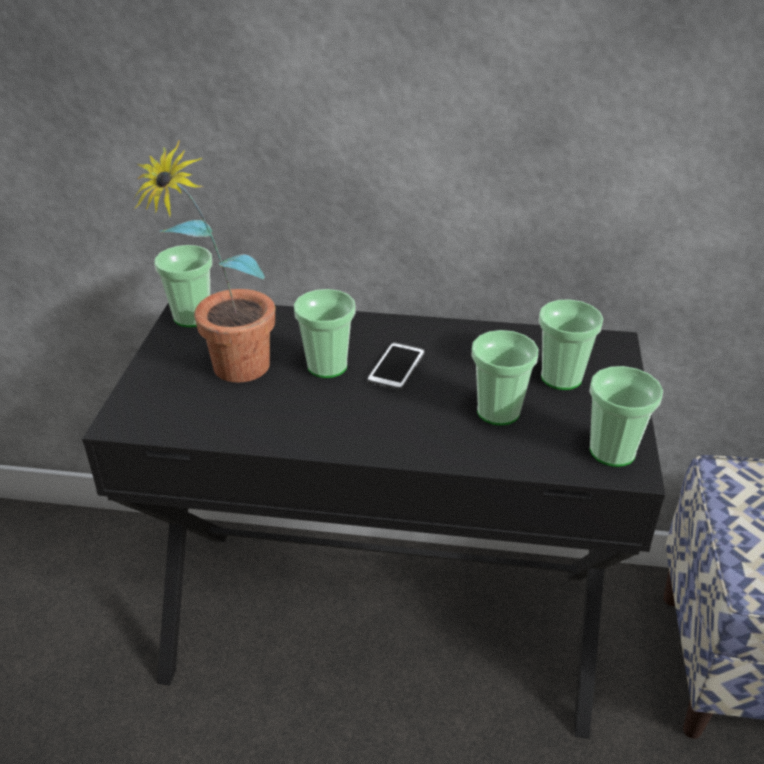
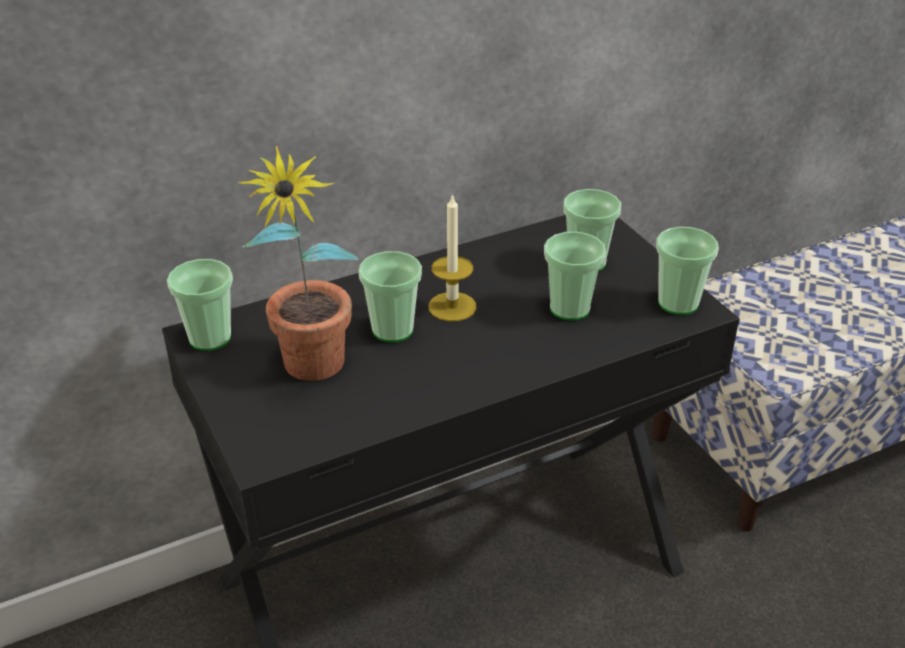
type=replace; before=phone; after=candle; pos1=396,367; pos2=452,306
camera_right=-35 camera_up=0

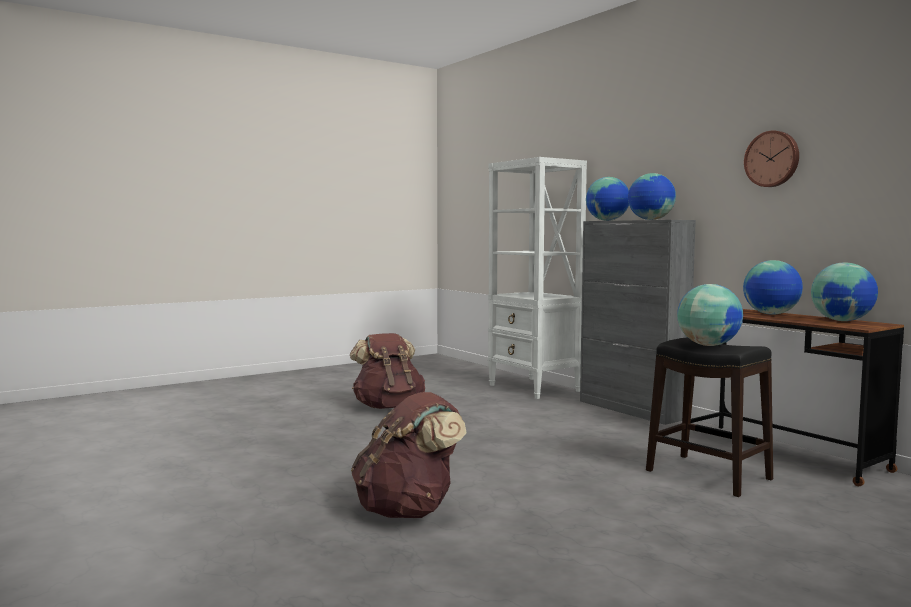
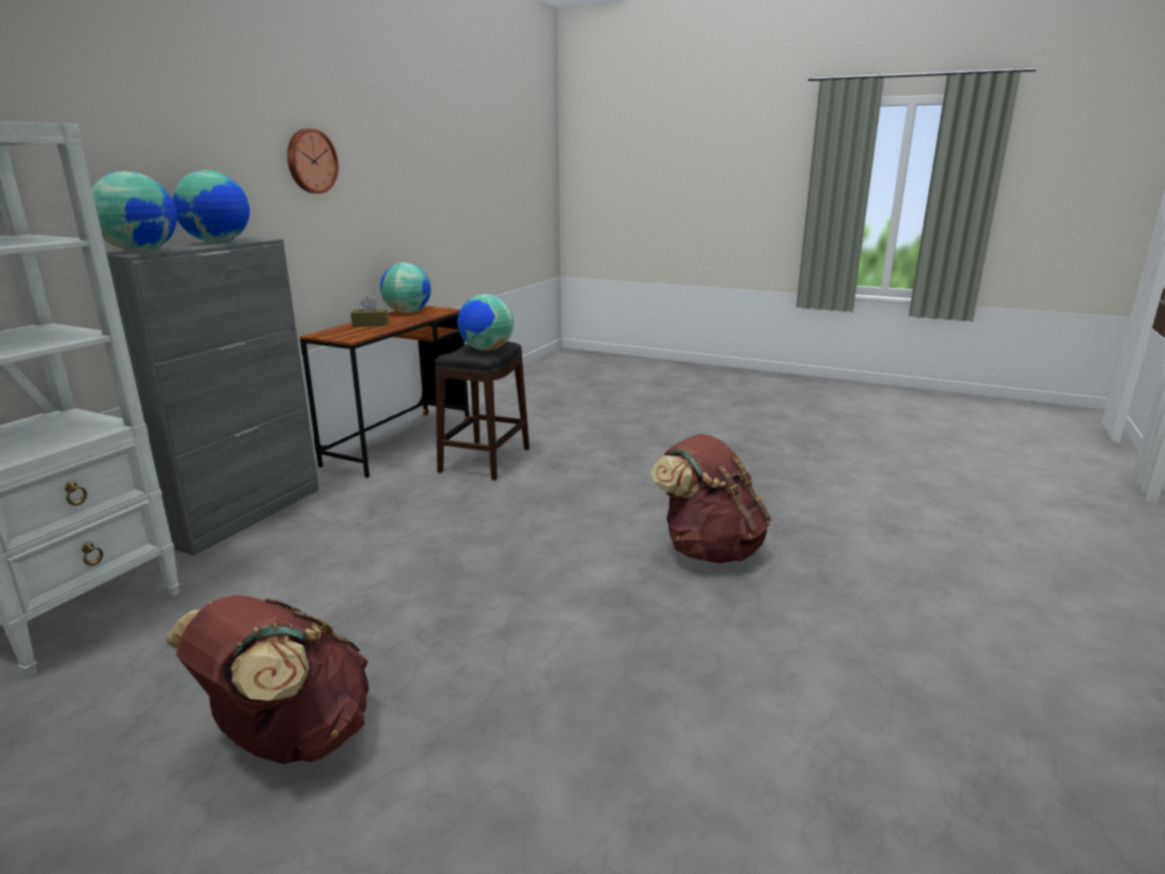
type=replace; before=world globe; after=brown-coloured box of tissues; pos1=771,314; pos2=370,324
camera_right=-120 camera_up=15

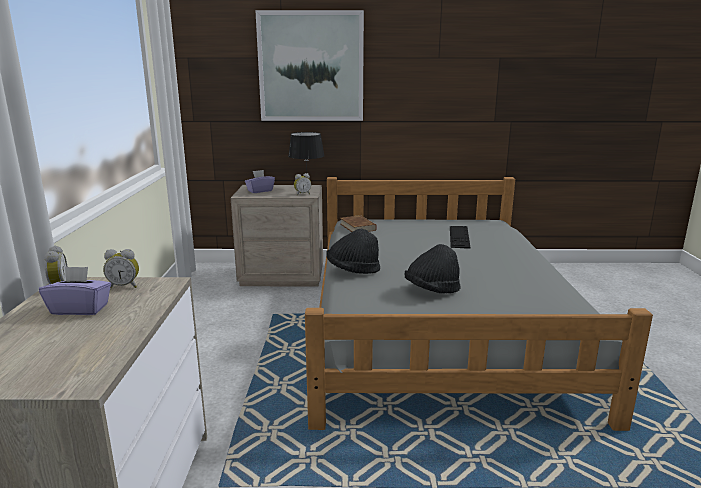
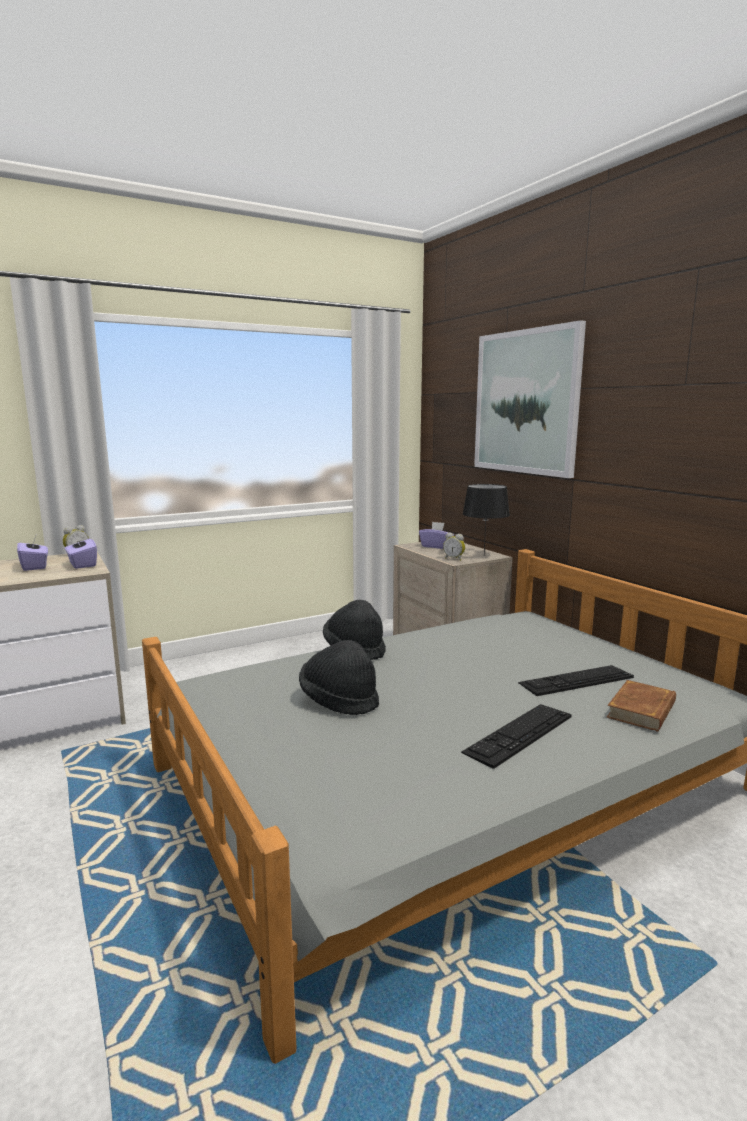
type=replace; before=alarm clock; after=purple-coloured box of tissues; pos1=124,286; pos2=82,564
type=insert; after=computer keyboard; pos2=519,733
type=move; before=brown-coloured volume; pos1=358,227; pos2=642,710
camera_right=60 camera_up=-5

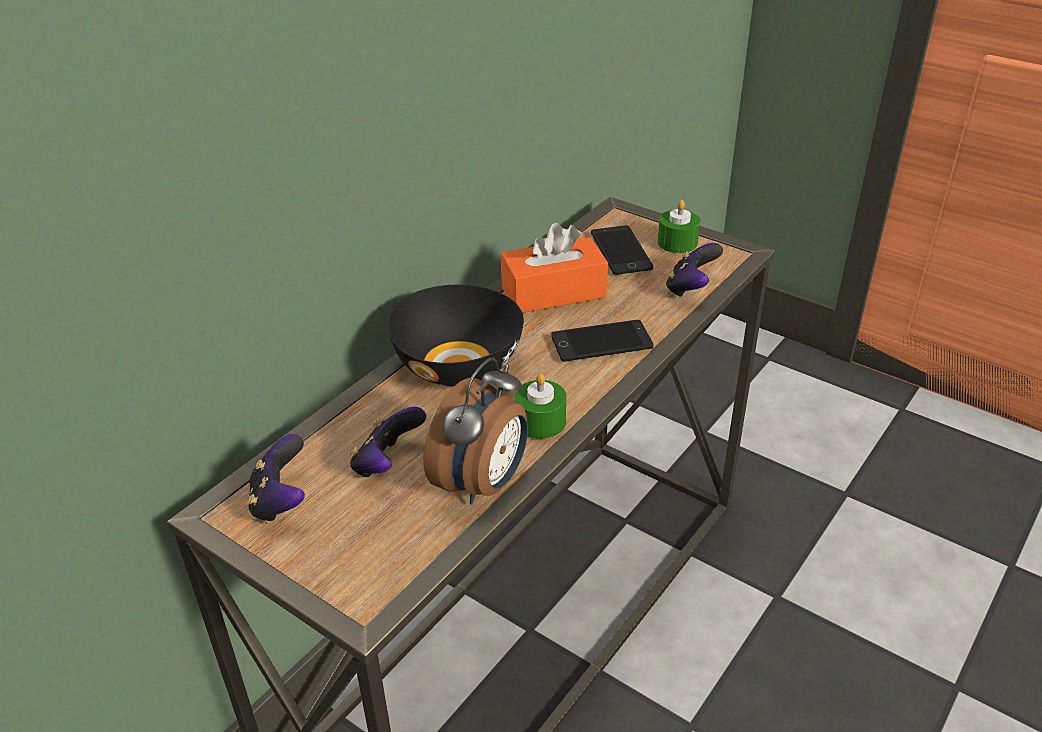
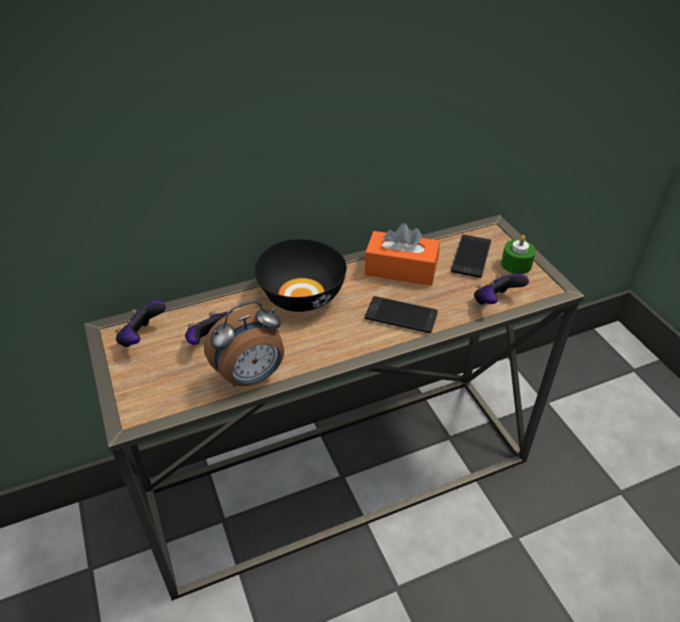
type=delete; before=greenish candle; pos1=540,421
camera_right=30 camera_up=5

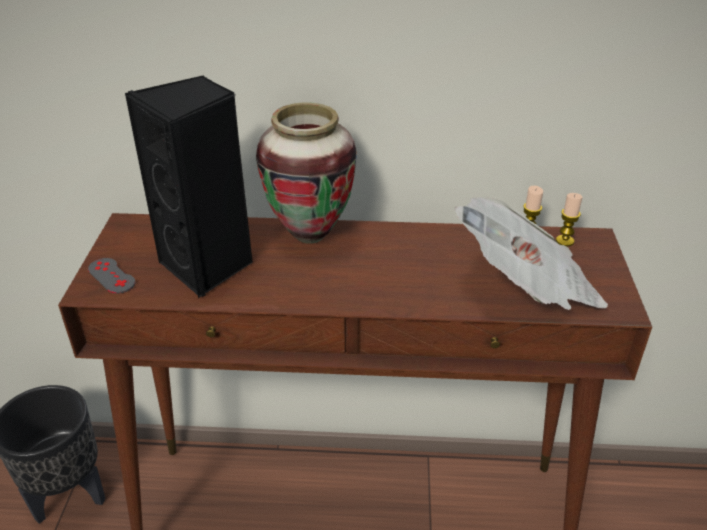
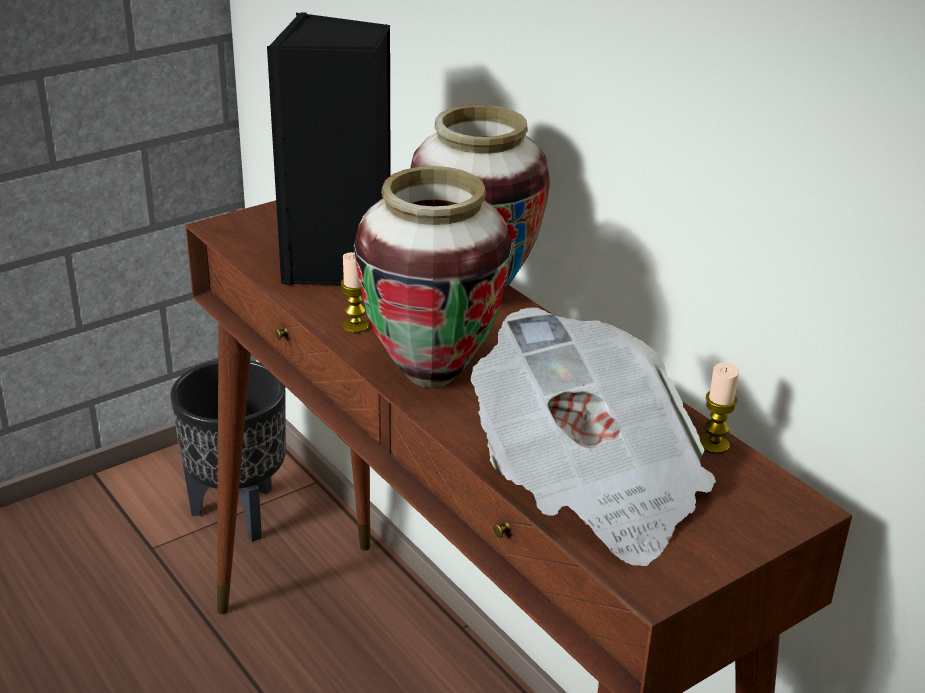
type=move; before=candle; pos1=564,241; pos2=355,326
type=insert; after=flower vase; pos2=432,374
type=delete; before=gray gamepad; pos1=111,276
camera_right=50 camera_up=-5

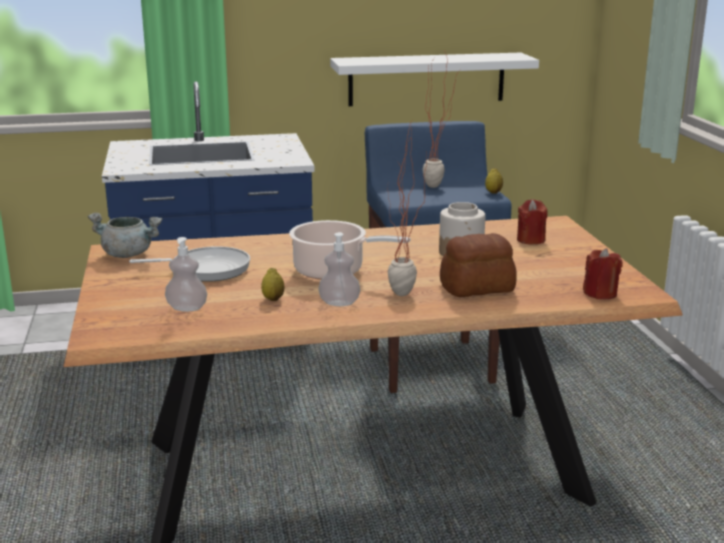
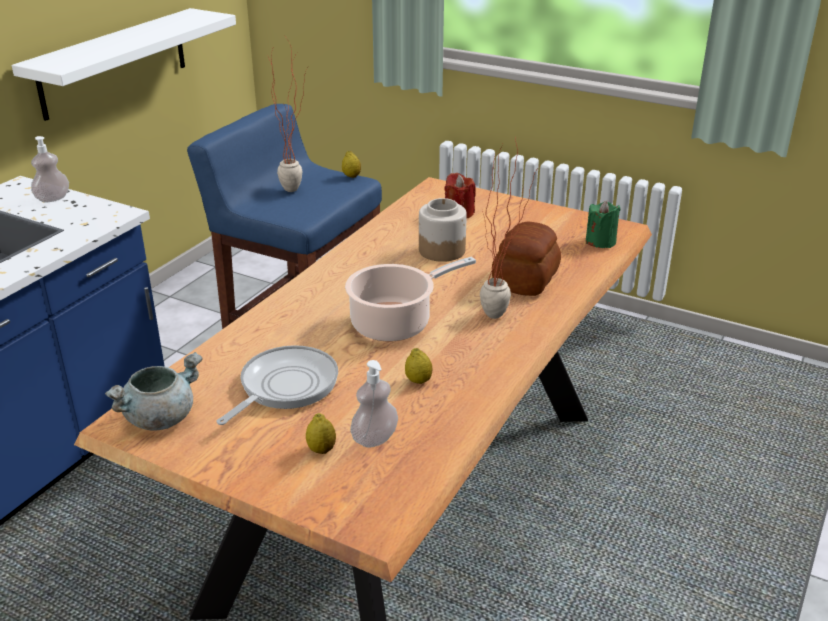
type=move; before=liquid soap bottle; pos1=339,303; pos2=53,199
type=insert; after=whole lemon; pos2=321,449
type=recolor; before=red-coloured candle; after=greenish candle; pos1=600,293; pos2=600,242
camera_right=-50 camera_up=10

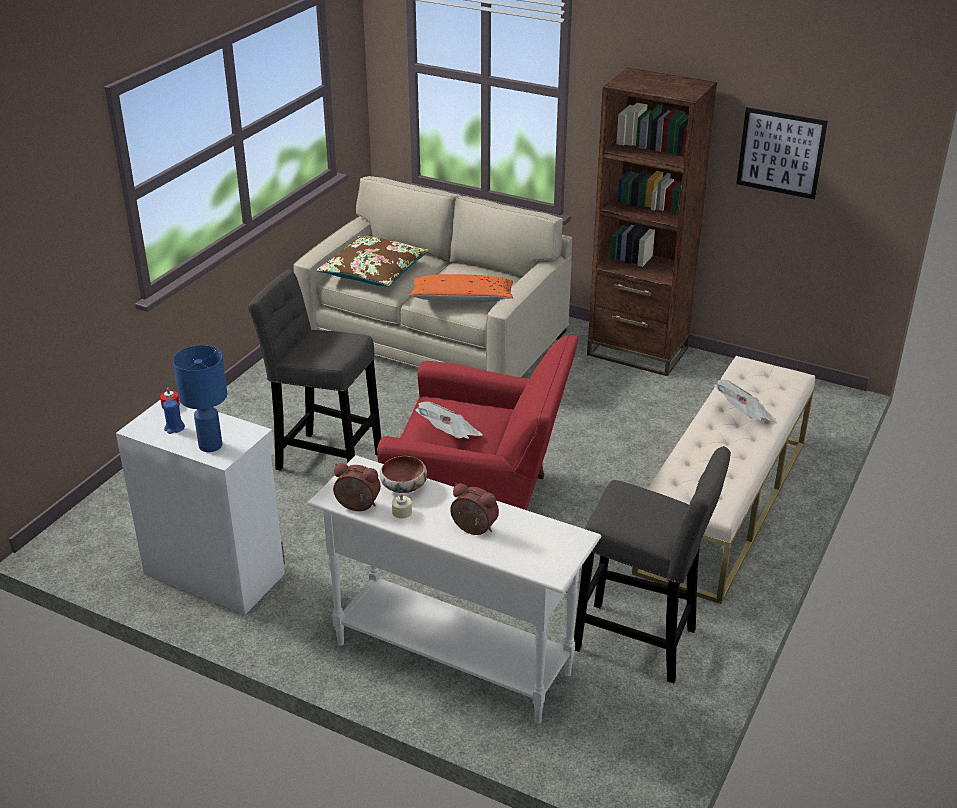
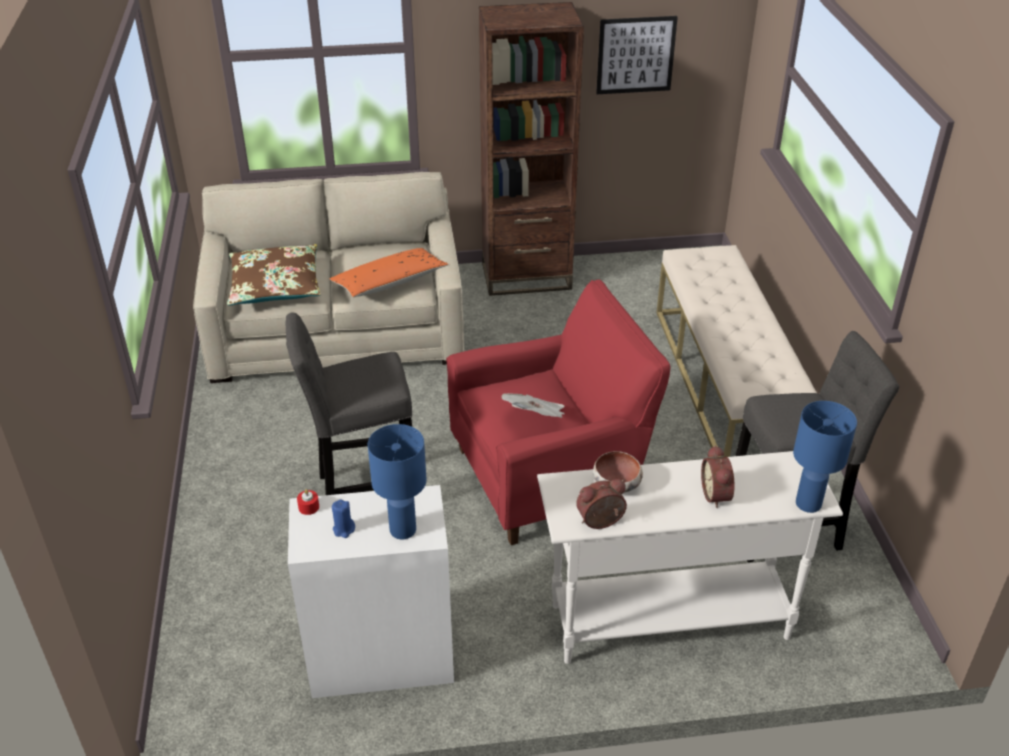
type=rotate; before=alarm clock; pos1=473,529; pos2=717,495; turn=-90
type=insert; after=bluish table lamp; pos2=808,503
type=delete; before=beige candle; pos1=402,512
type=delete; before=printed paper; pos1=743,415
camera_right=-35 camera_up=5

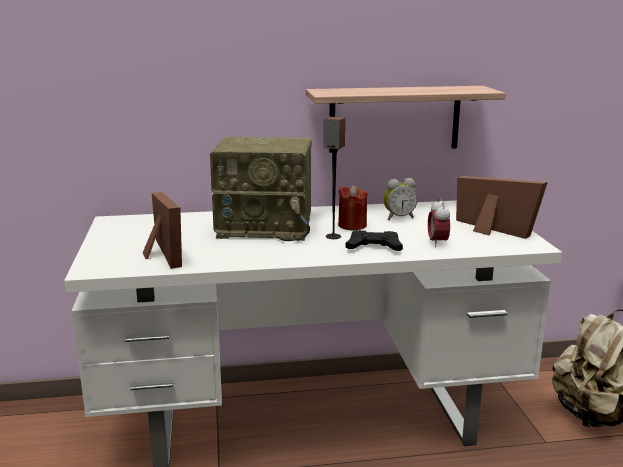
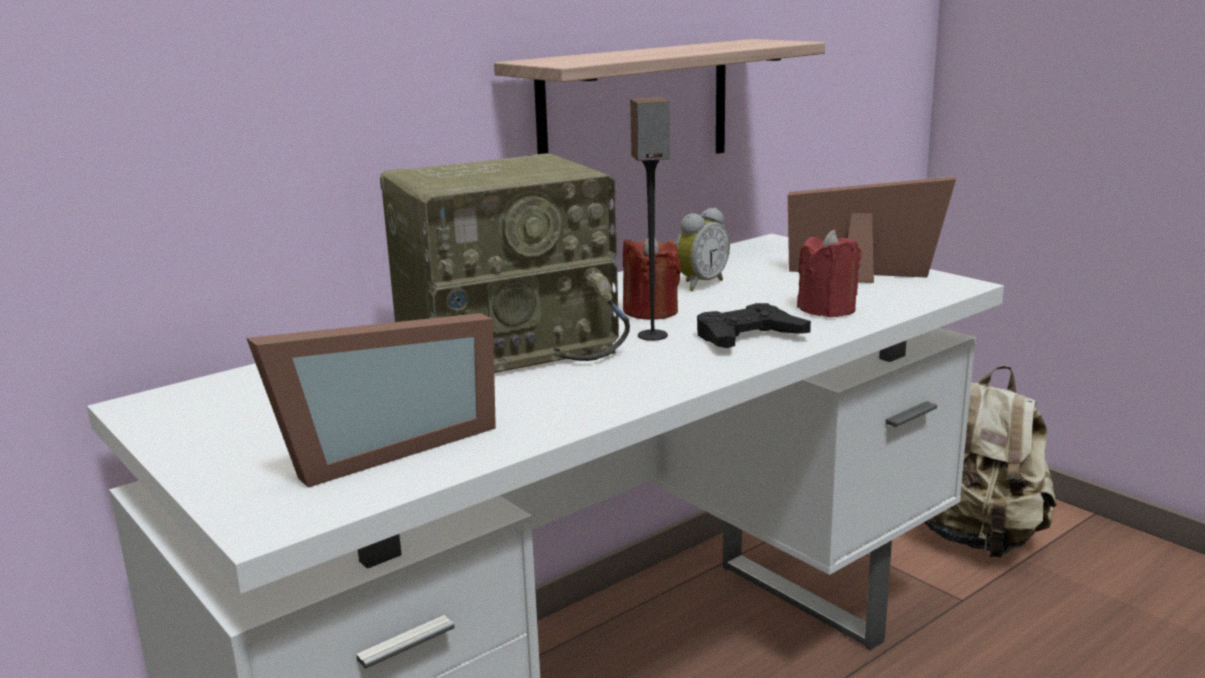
type=rotate; before=photo frame; pos1=159,255; pos2=380,448; turn=105
type=replace; before=alarm clock; after=red-coloured candle; pos1=437,243; pos2=827,309
camera_right=-30 camera_up=0

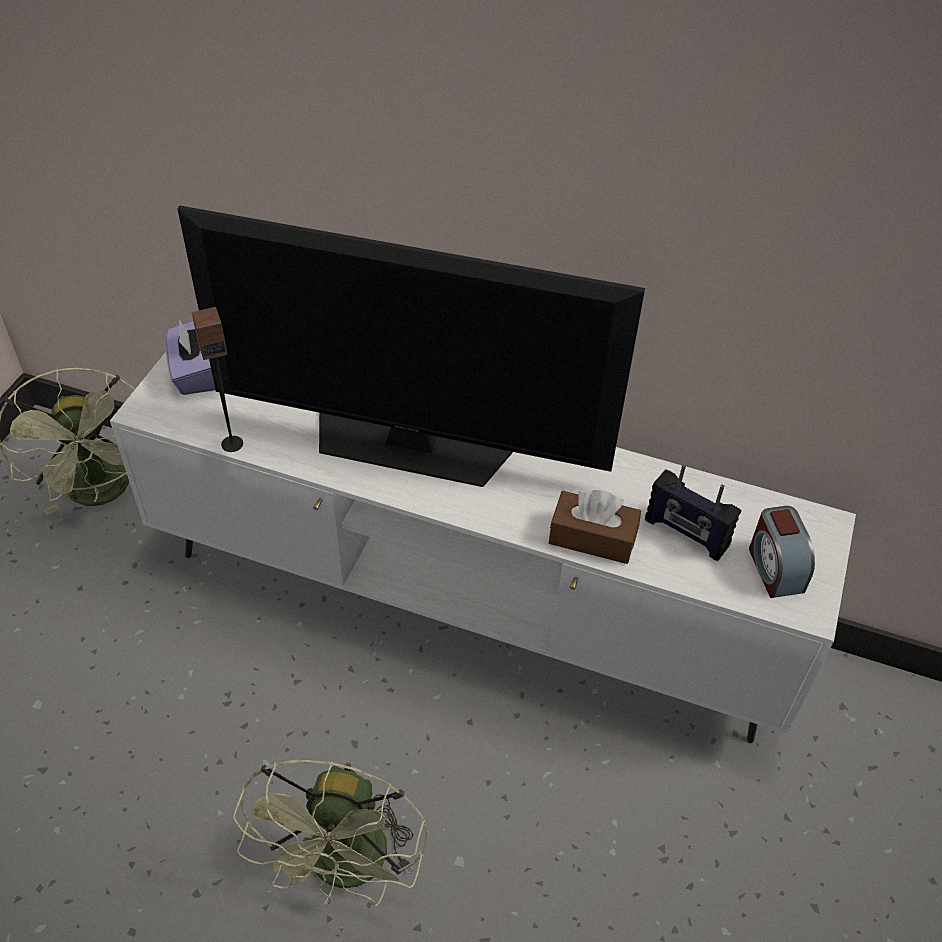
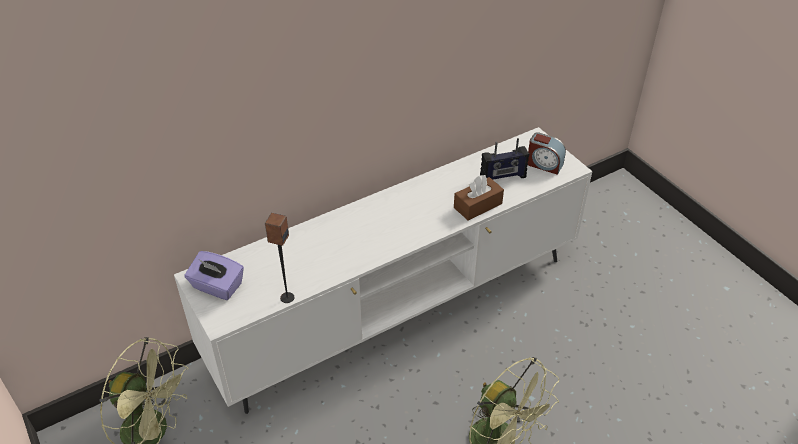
type=delete; before=television; pos1=411,444
camera_right=-50 camera_up=-5

